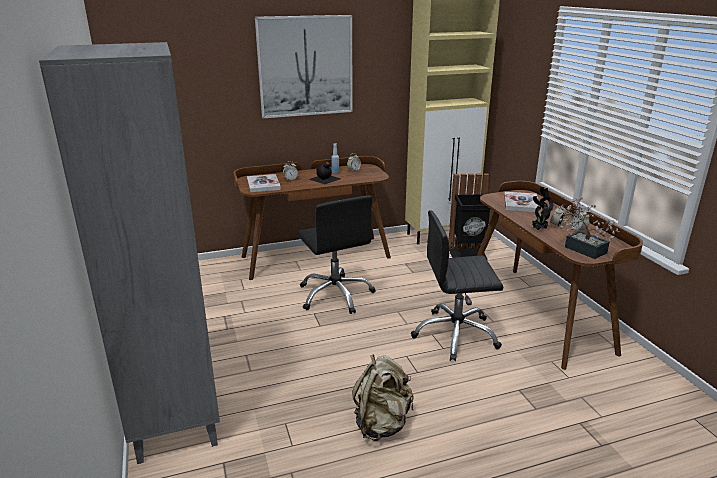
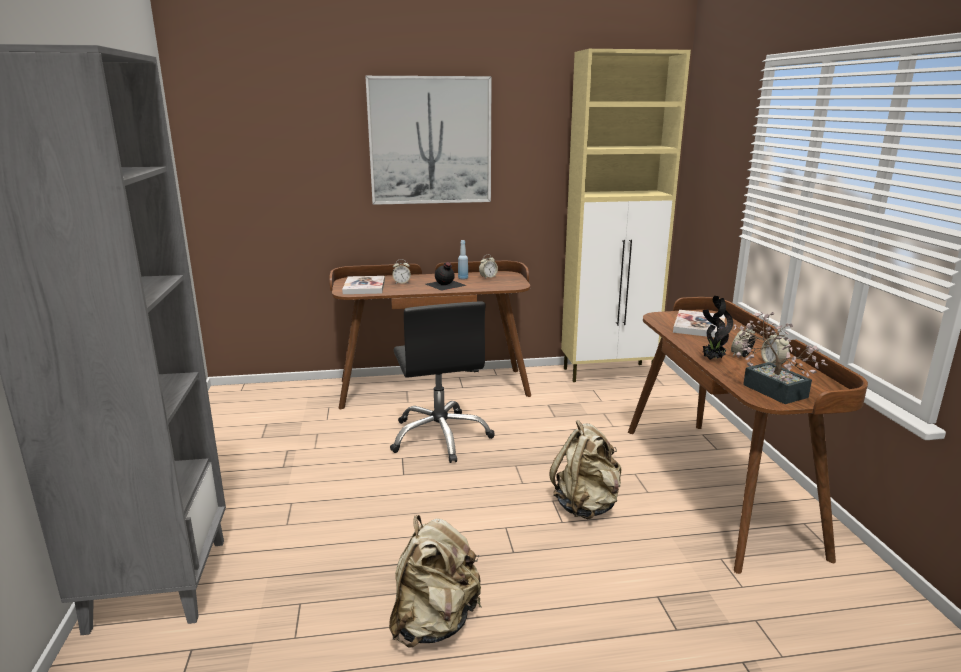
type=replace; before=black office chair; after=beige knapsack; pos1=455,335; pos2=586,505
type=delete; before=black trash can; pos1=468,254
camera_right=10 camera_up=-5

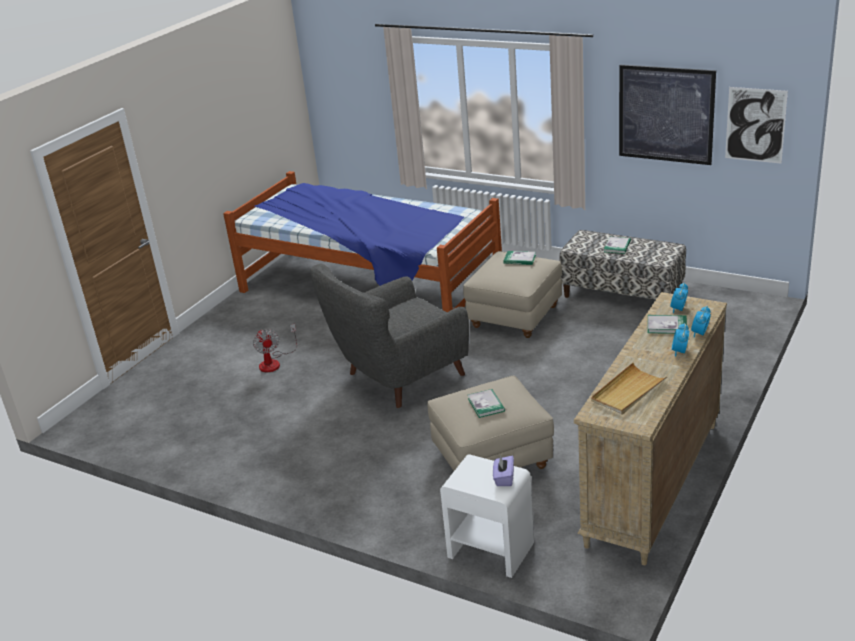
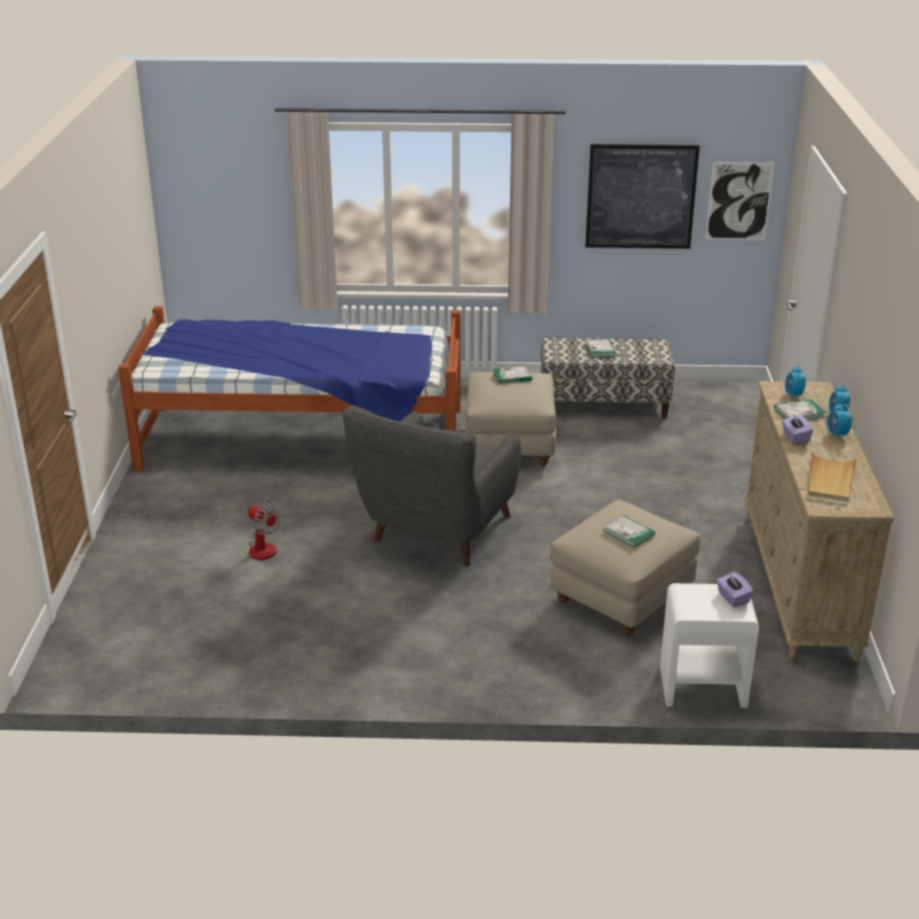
type=insert; after=purple-coloured box of tissues; pos2=795,438
camera_right=-30 camera_up=0

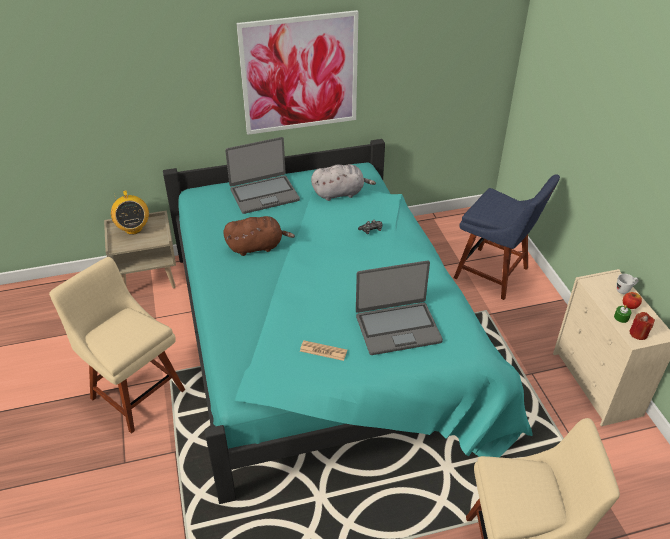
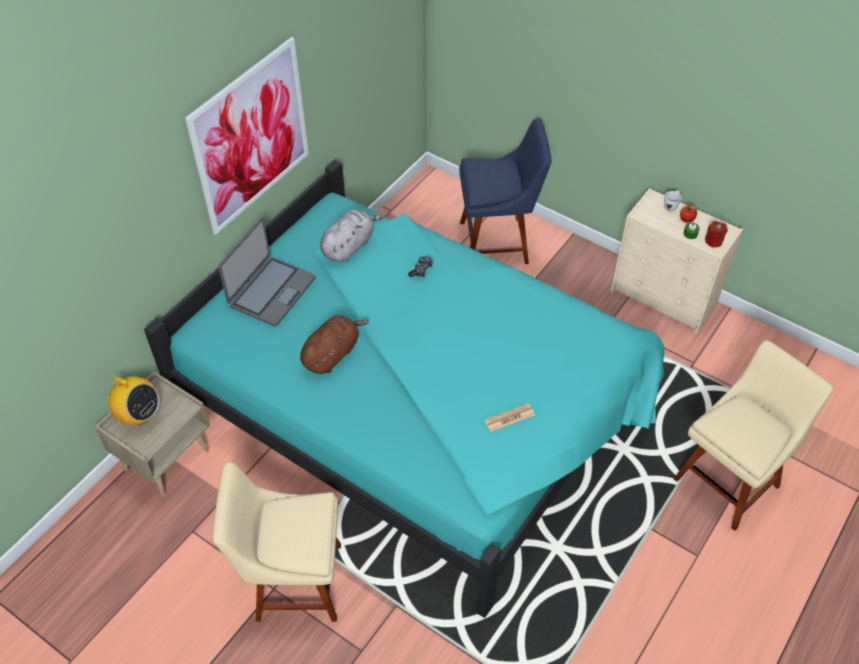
type=delete; before=laptop; pos1=397,328
camera_right=-40 camera_up=10

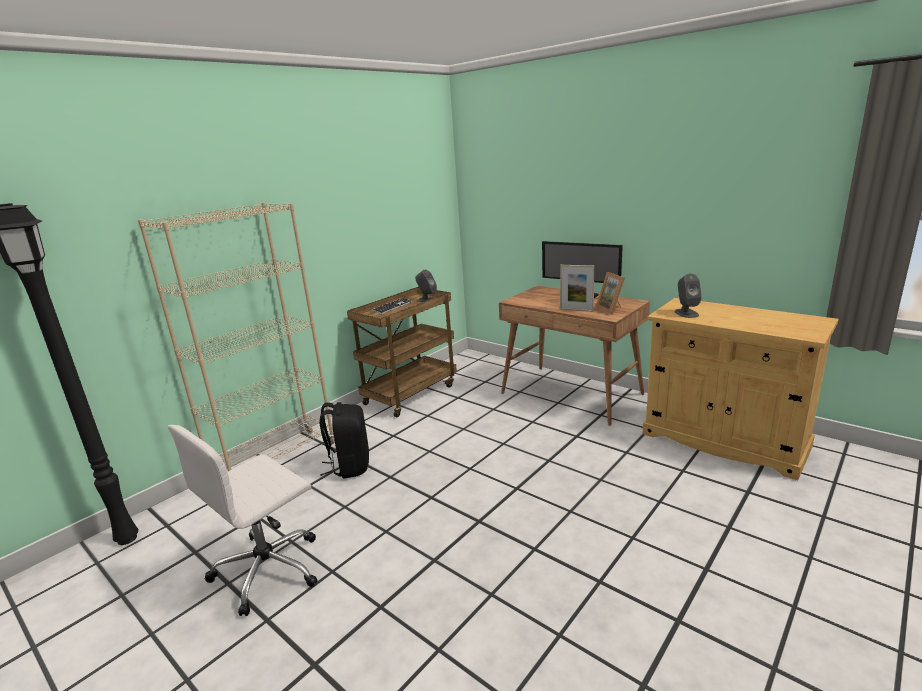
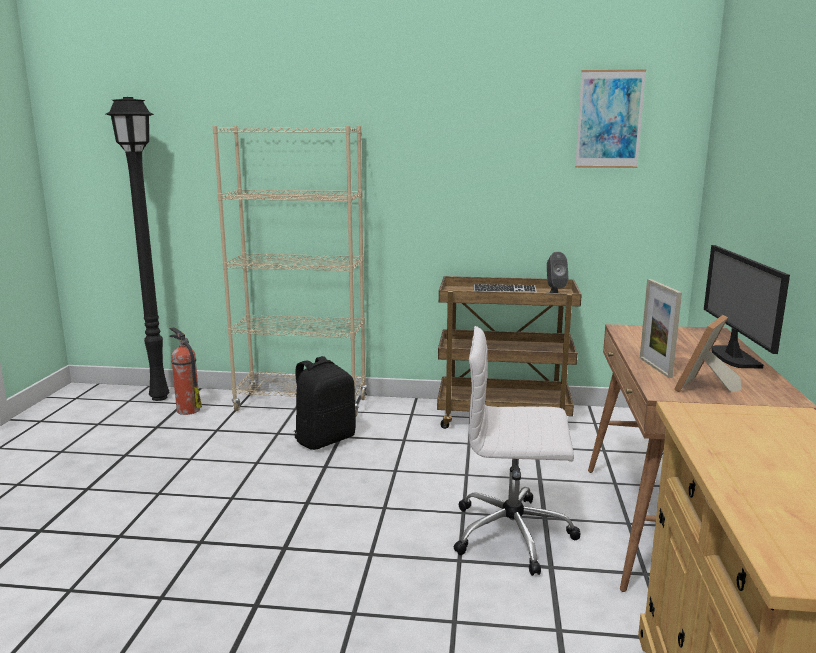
type=insert; after=fire-fighting cylinder; pos2=187,410
type=move; before=white-coloured office chair; pos1=269,568; pos2=514,534
type=insert; after=wall art; pos2=609,119
type=delete; before=gray audio speaker; pos1=686,313
camera_right=55 camera_up=-5

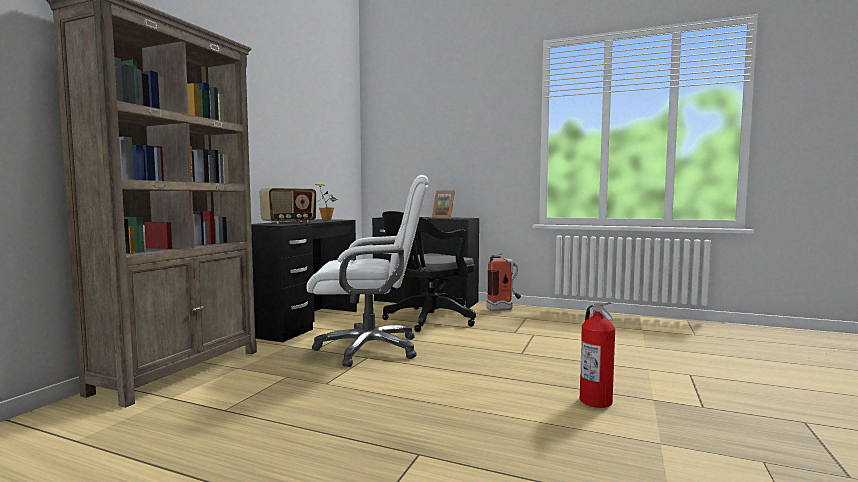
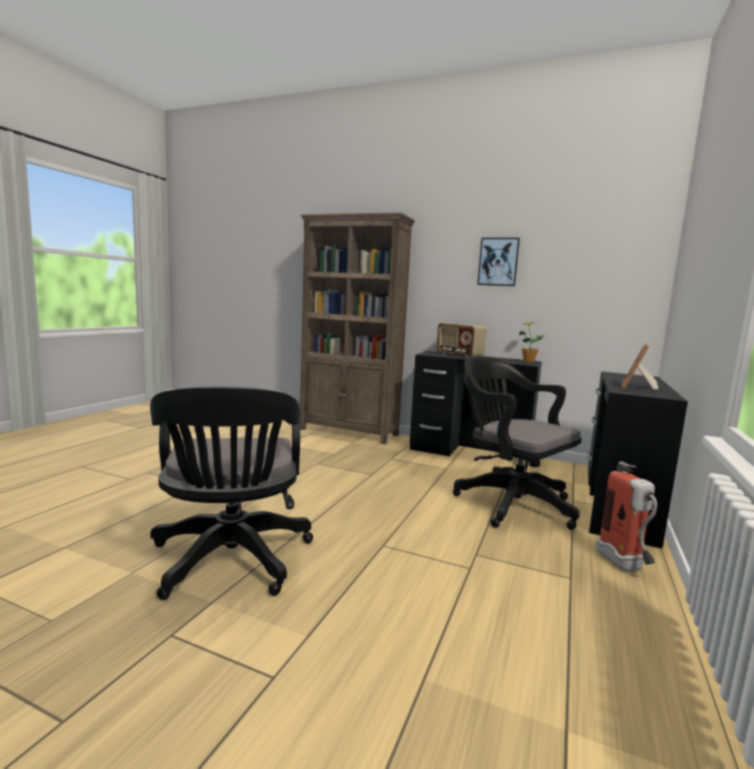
type=replace; before=fire-fighting cylinder; after=black office chair; pos1=596,401; pos2=231,562
type=insert; after=wall art; pos2=498,262
type=delete; before=white-coloured office chair; pos1=370,348
camera_right=90 camera_up=5

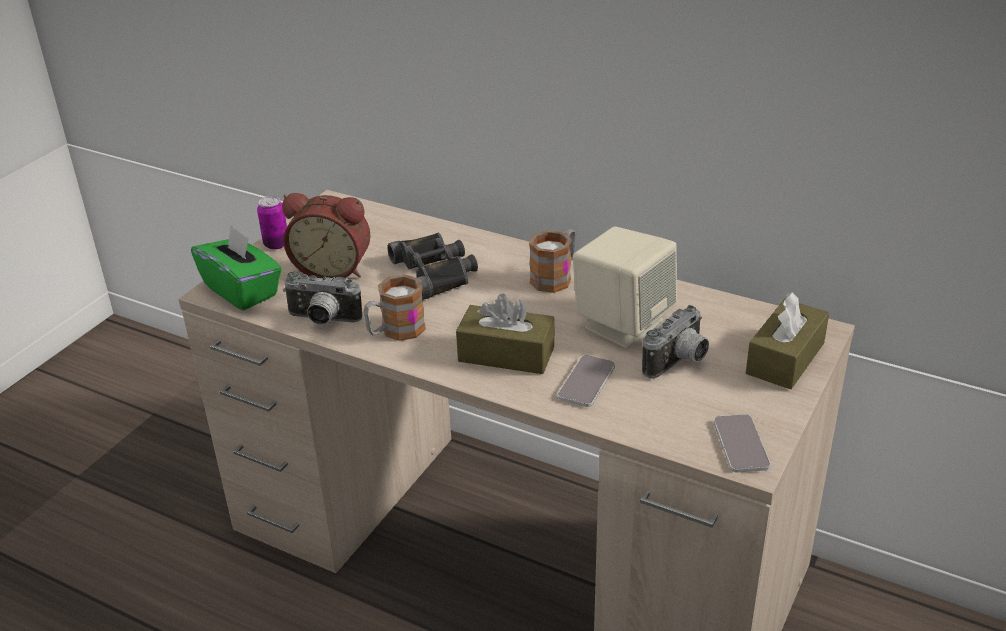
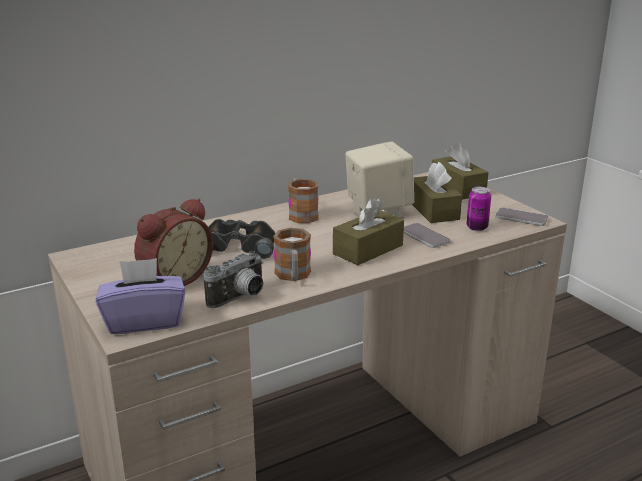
type=recolor; before=greenish box of tissues; after=purple-coloured box of tissues; pos1=242,290; pos2=144,321
type=replace; before=still camera; after=brown-coloured box of tissues; pos1=679,363; pos2=433,210
type=move; before=can; pos1=276,244; pos2=477,227
camera_right=-60 camera_up=-10

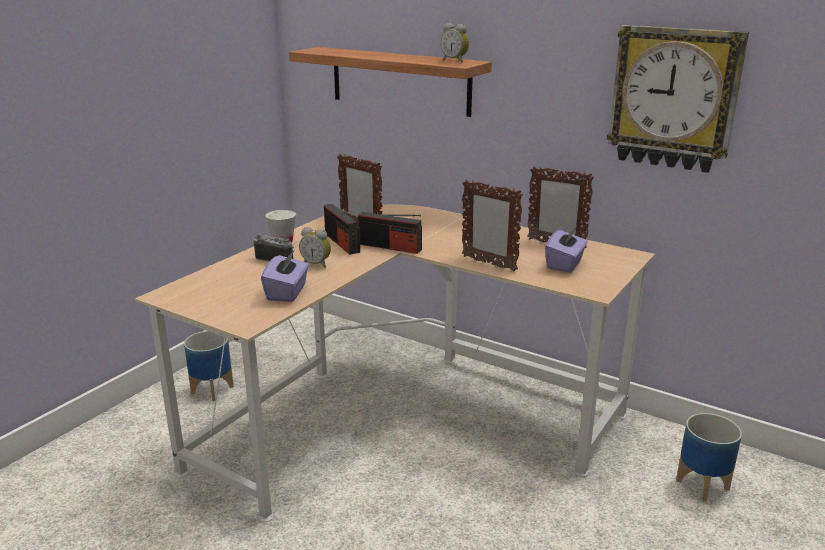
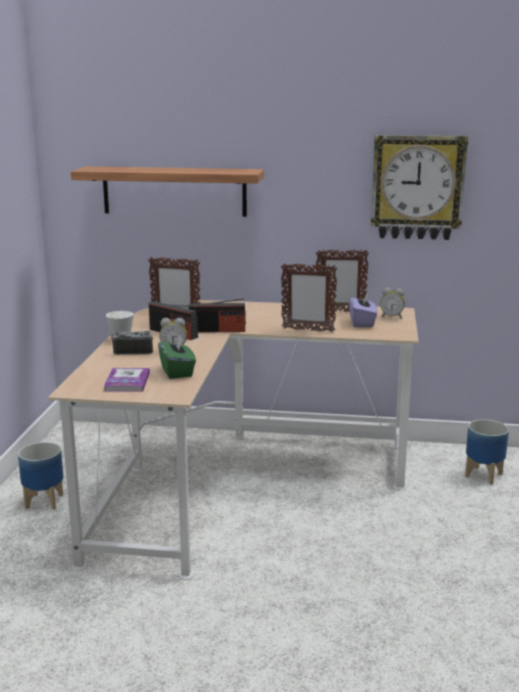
type=insert; after=volume; pos2=127,381
type=recolor; before=purple-coloured box of tissues; after=greenish box of tissues; pos1=287,292; pos2=177,371
type=move; before=alarm clock; pos1=455,61; pos2=392,317
camera_right=-25 camera_up=-5

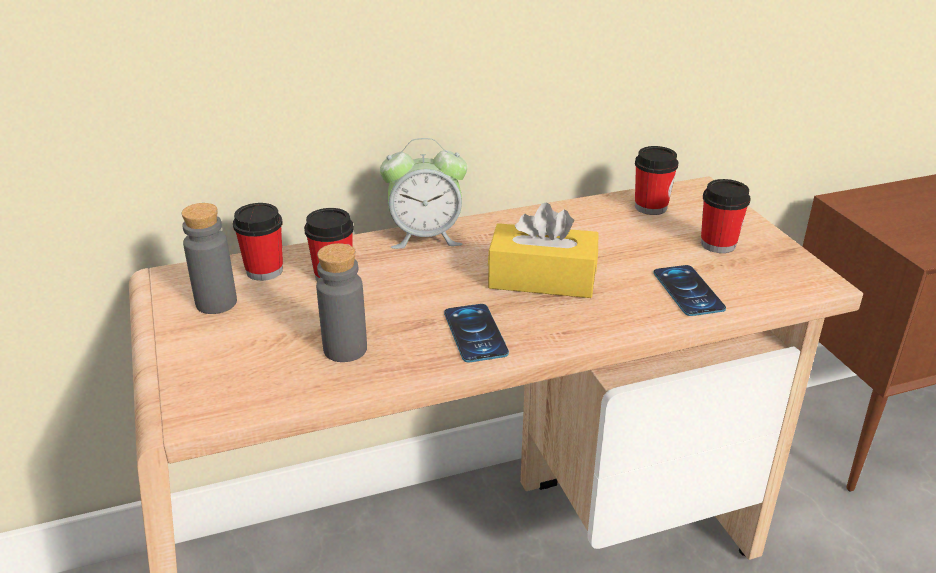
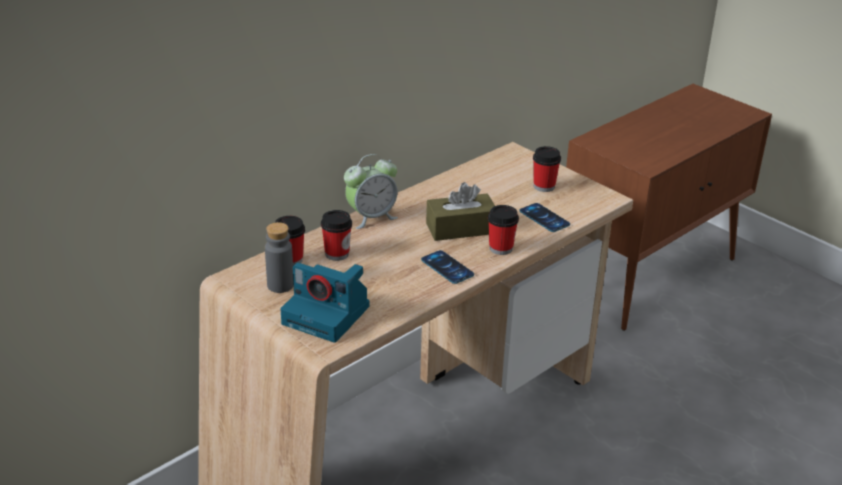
type=insert; after=still camera; pos2=328,315
type=recolor; before=yellowish box of tissues; after=brown-coloured box of tissues; pos1=542,279; pos2=460,228
type=move; before=small cup; pos1=650,207; pos2=501,248
type=delete; before=gray beverage bottle; pos1=345,349
camera_right=-25 camera_up=0

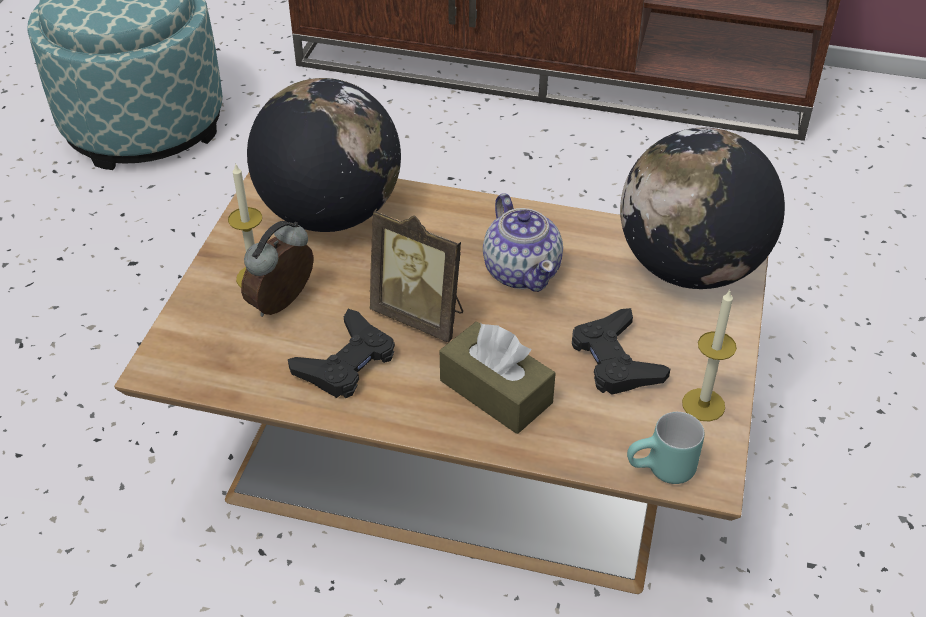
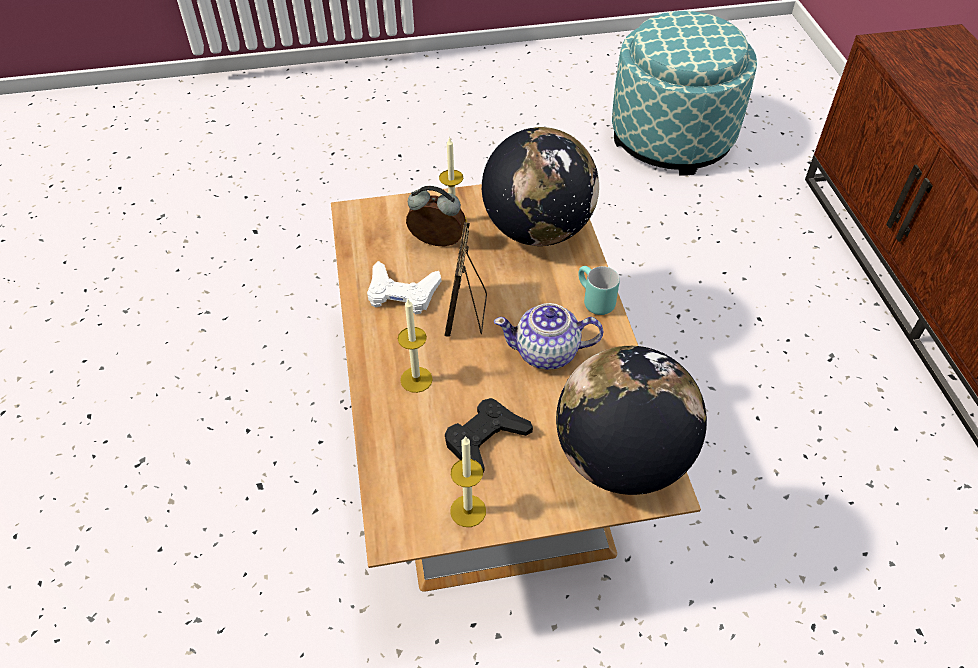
type=recolor; before=black gamepad; after=white-coloured gamepad; pos1=346,362; pos2=402,293
type=replace; before=brown-coloured box of tissues; after=candle; pos1=496,391; pos2=416,379
type=rotate; before=pot for tea; pos1=522,270; pos2=547,353; turn=45
type=move; before=blue-green mug; pos1=662,472; pos2=592,301
camera_right=65 camera_up=5

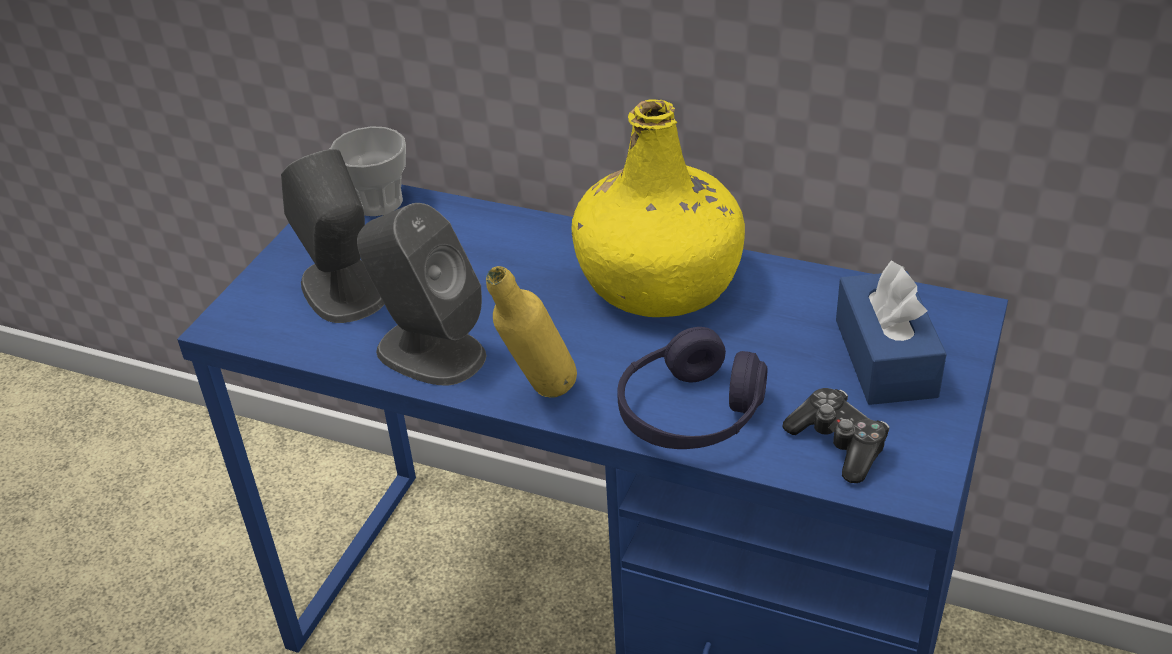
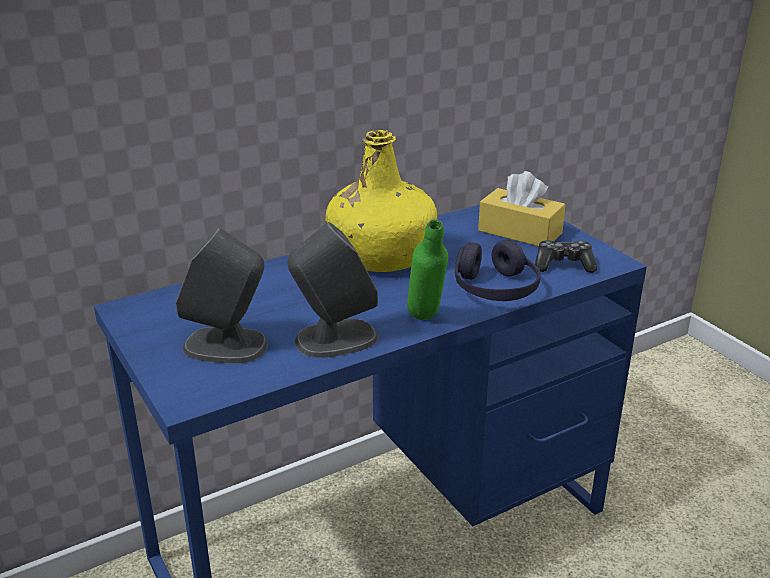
type=recolor; before=yellowish beverage bottle; after=greenish beverage bottle; pos1=539,398; pos2=426,322
type=recolor; before=bluish box of tissues; after=yellowish box of tissues; pos1=885,358; pos2=520,232
type=delete; before=small cup; pos1=377,202
camera_right=-55 camera_up=-10

